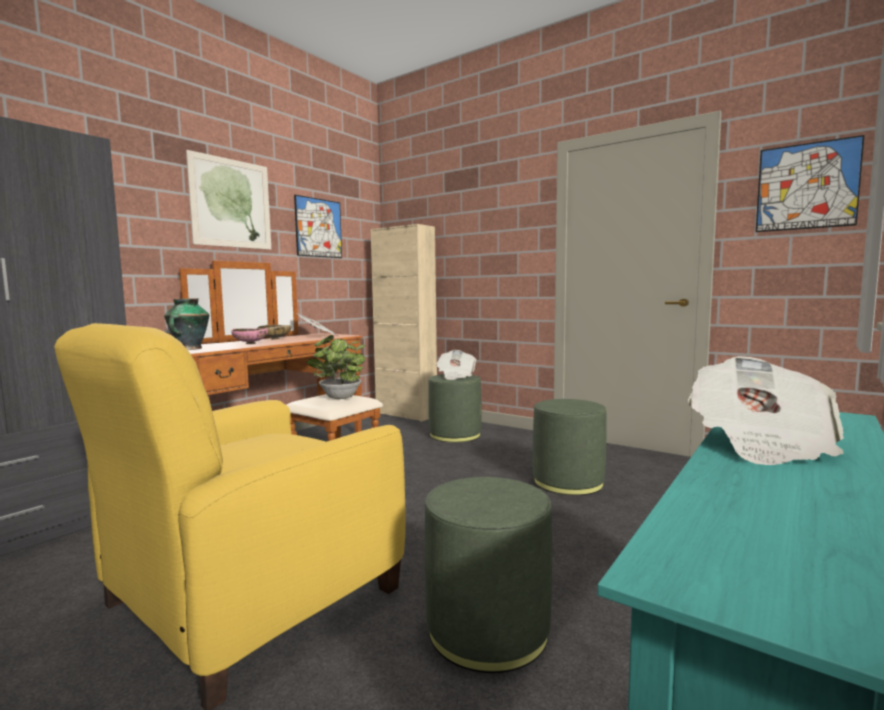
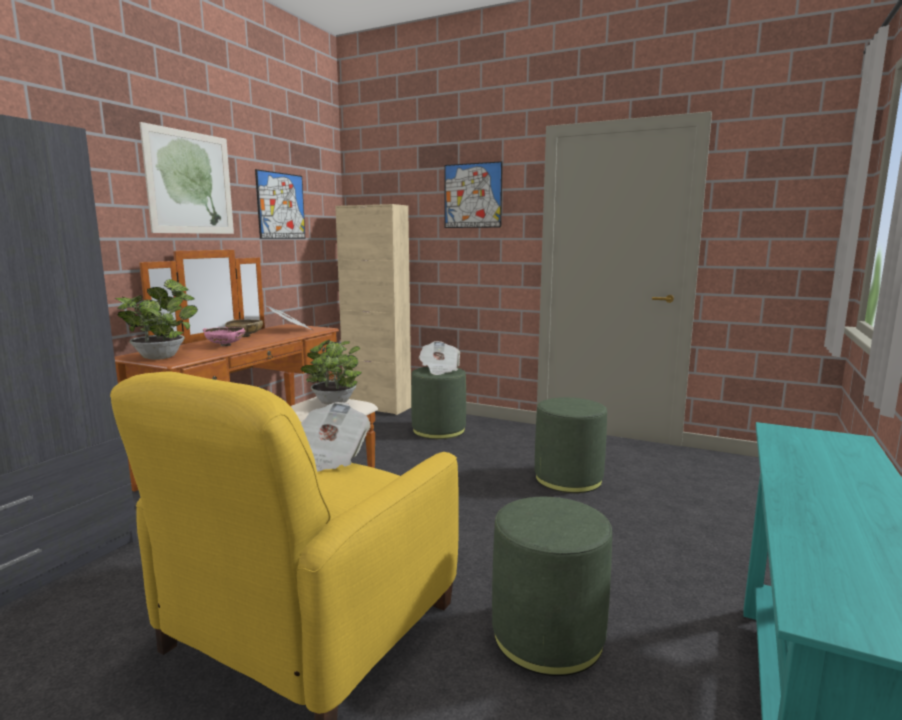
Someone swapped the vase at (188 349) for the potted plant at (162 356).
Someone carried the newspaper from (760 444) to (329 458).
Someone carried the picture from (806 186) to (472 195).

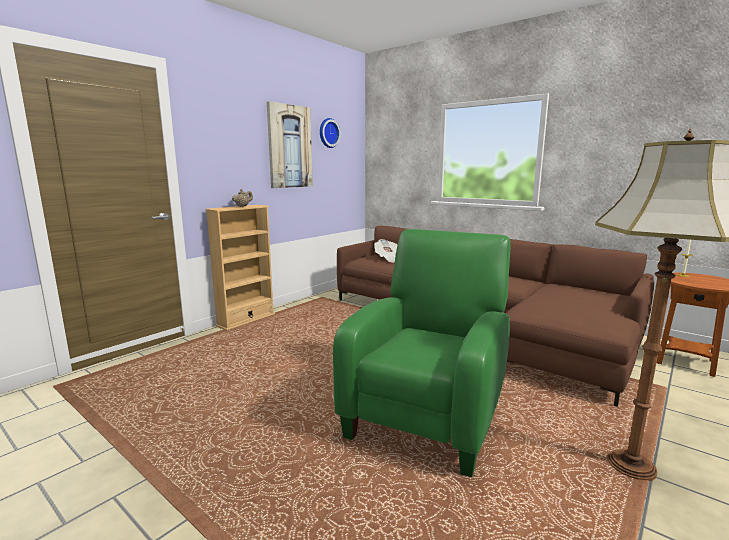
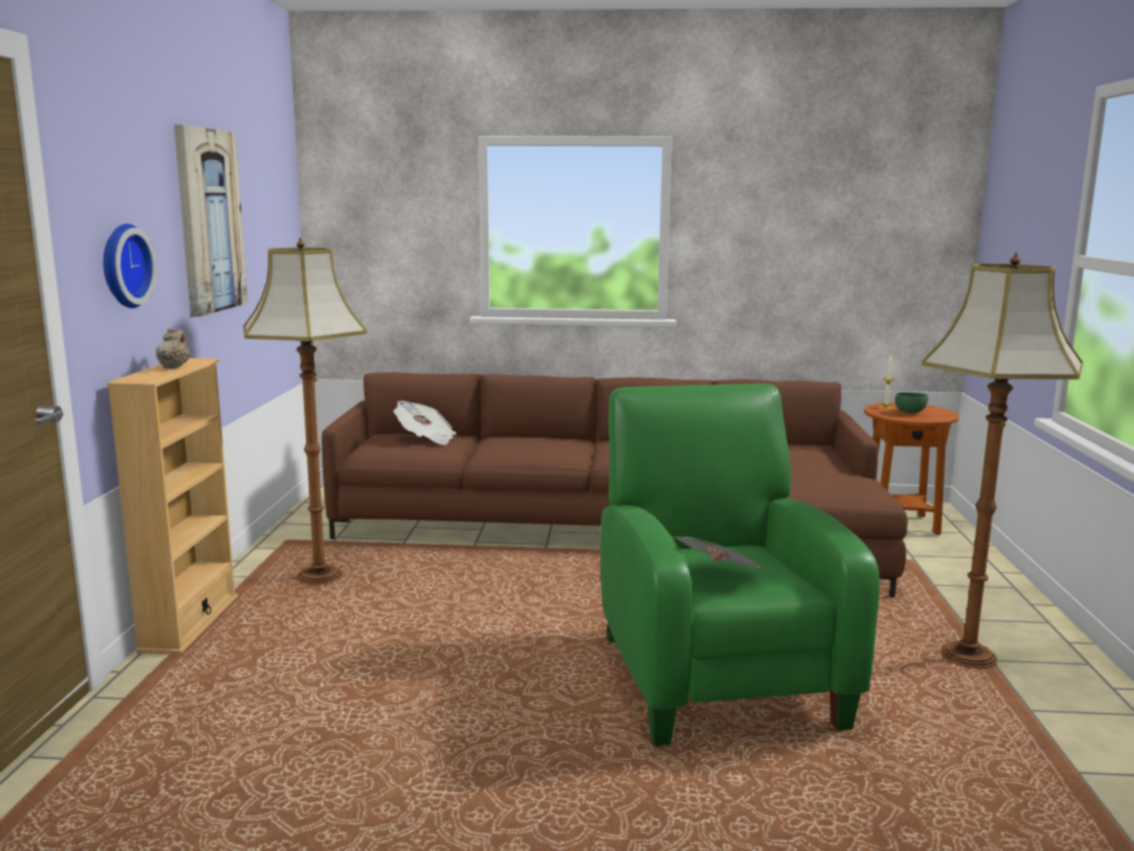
Someone carried the wall clock from (328 133) to (122 266).
Someone put down the floor lamp at (318 577).
Someone put down the newspaper at (718 577).
Someone put down the green bowl at (910 412).

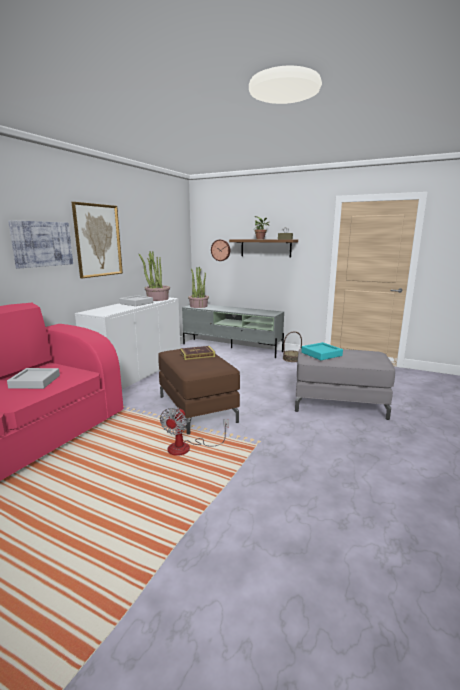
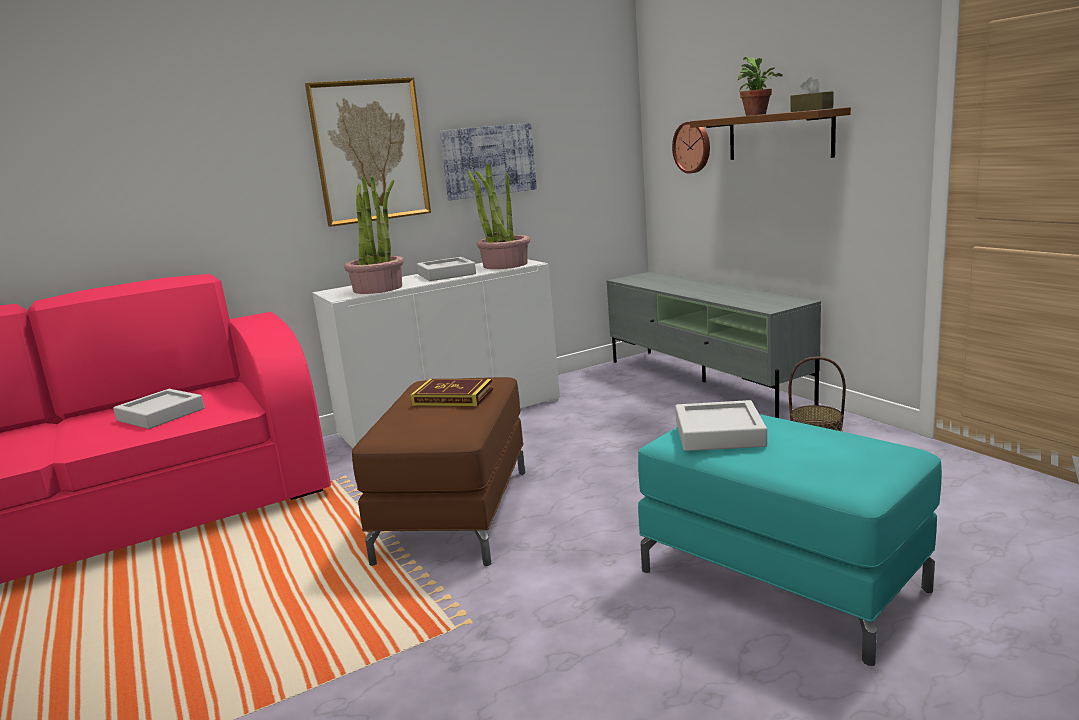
Someone carried the potted plant from (198 306) to (378 288).
Someone carried the picture from (42 244) to (488 161).
Someone repainted the grey ottoman at (339 404), which became the turquoise ottoman at (782 580).
Someone repainted the turquoise tray at (321 354), which became the grey tray at (719 433).
Someone took away the fan at (187 448).

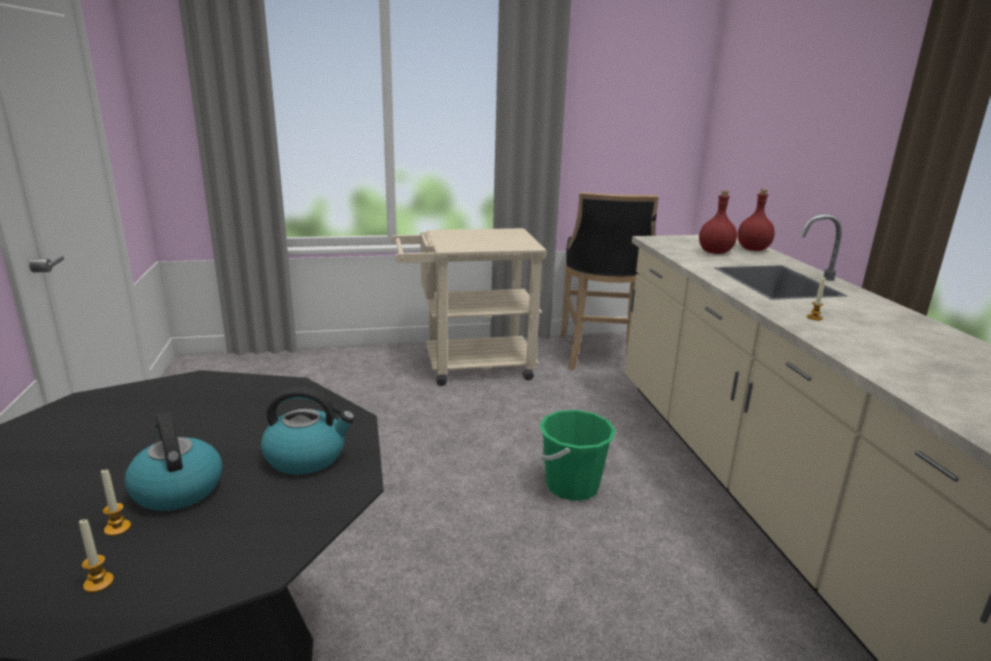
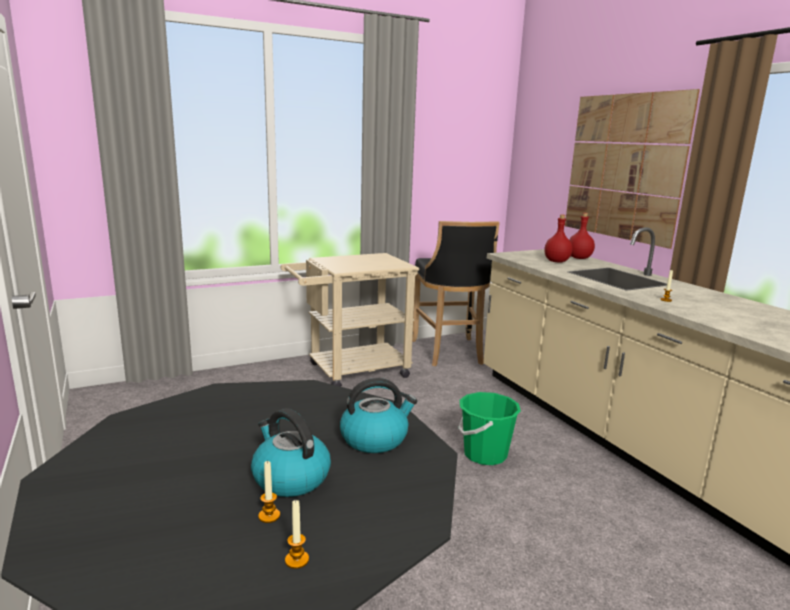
Someone put up the picture at (624 167).

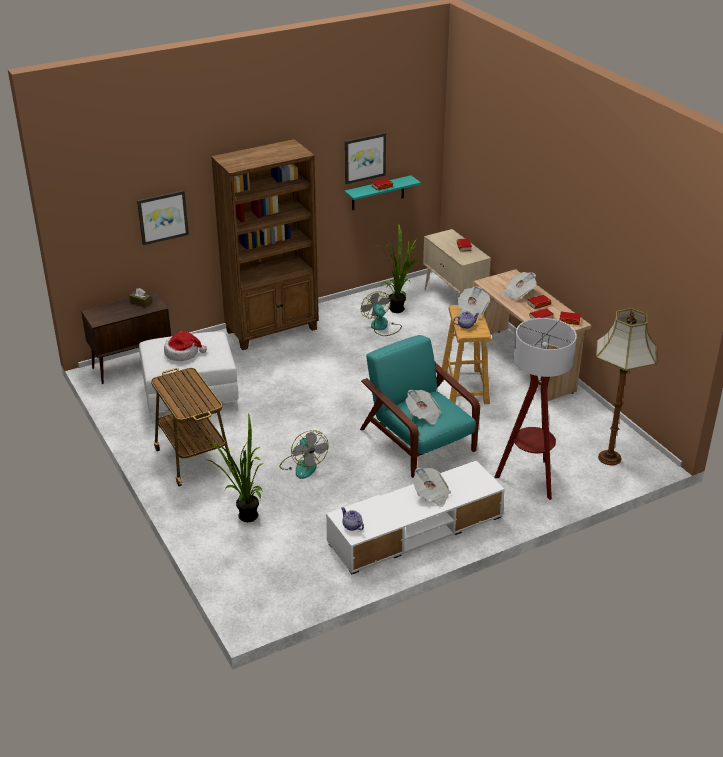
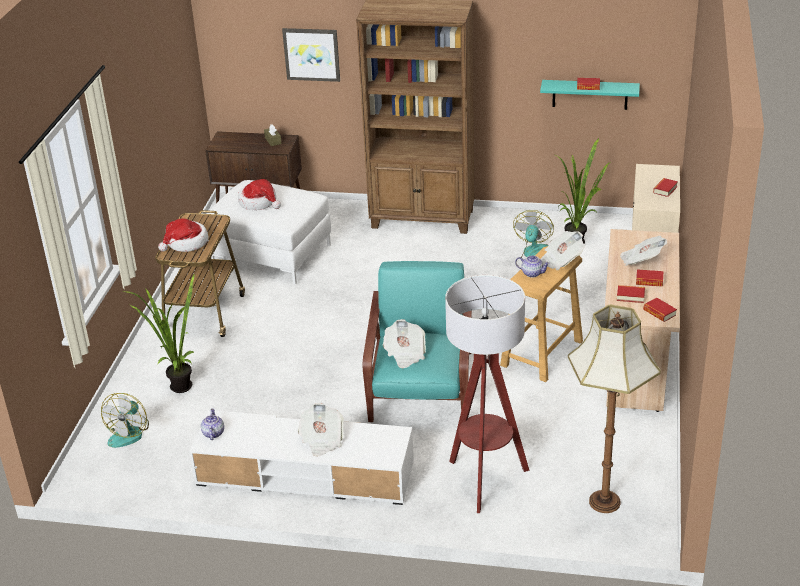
Someone carried the fan from (303 465) to (129 432).
Someone put down the hat at (186 243).
Someone took away the picture at (364 157).

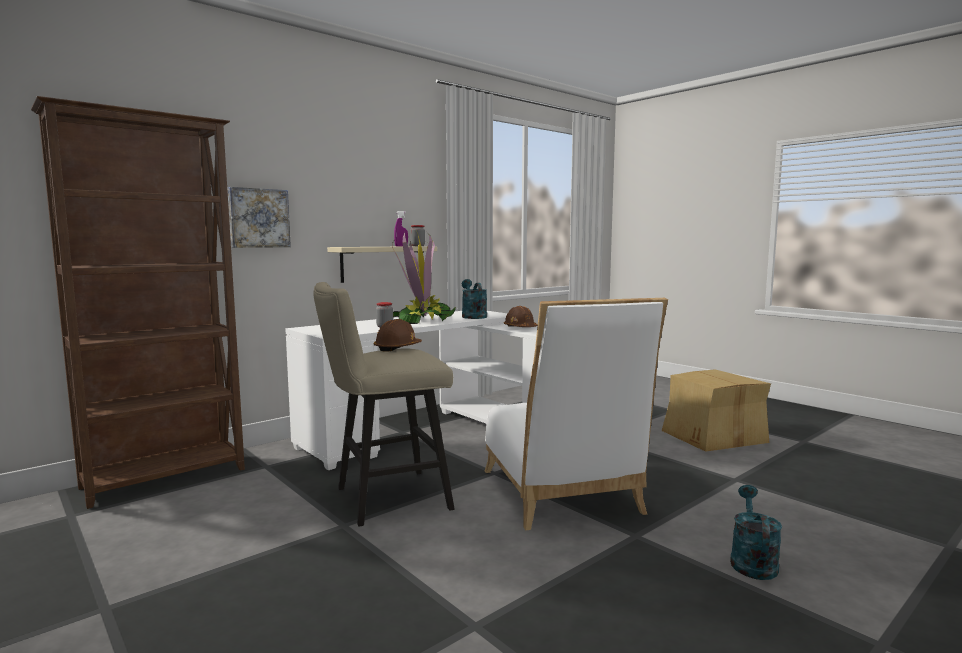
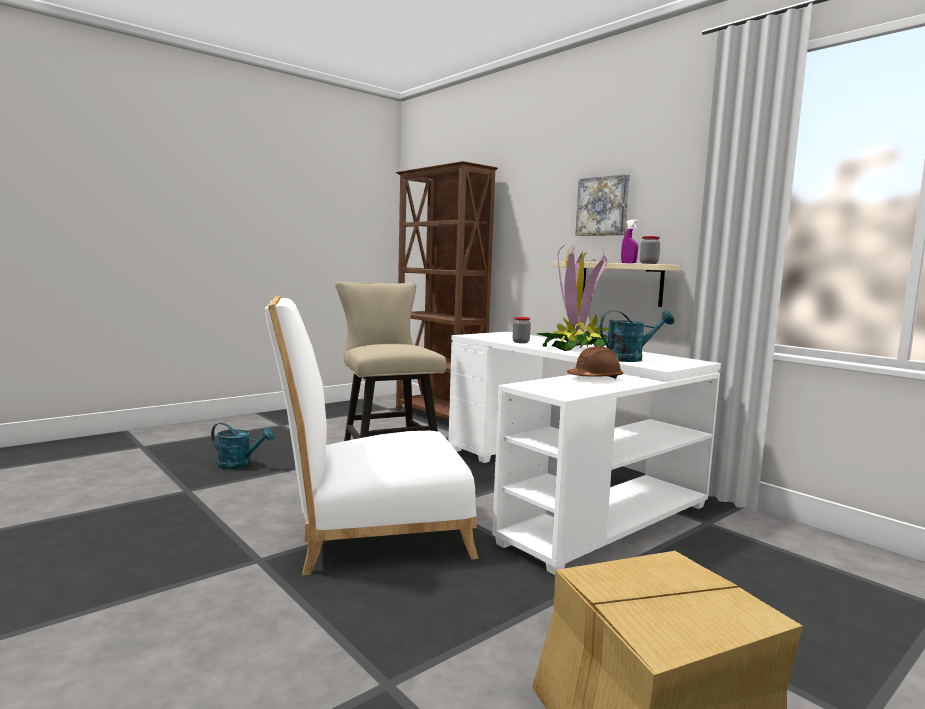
Someone carried the turquoise watering can from (751 561) to (240 465).
Someone carried the picture from (258 218) to (603 206).
Someone took away the brown hard hat at (397 348).

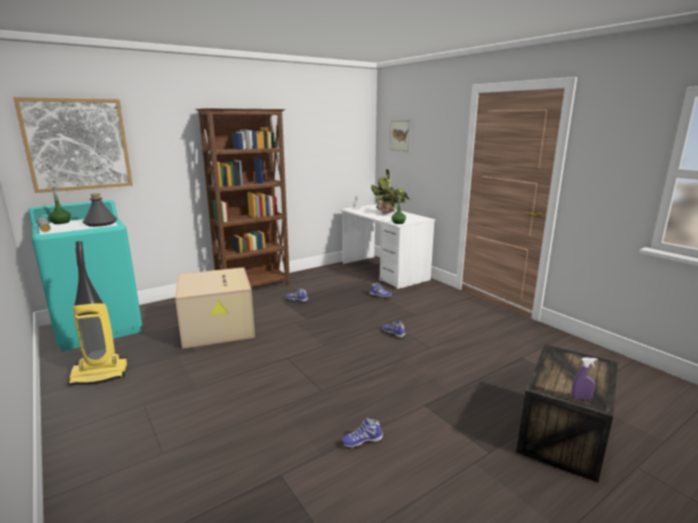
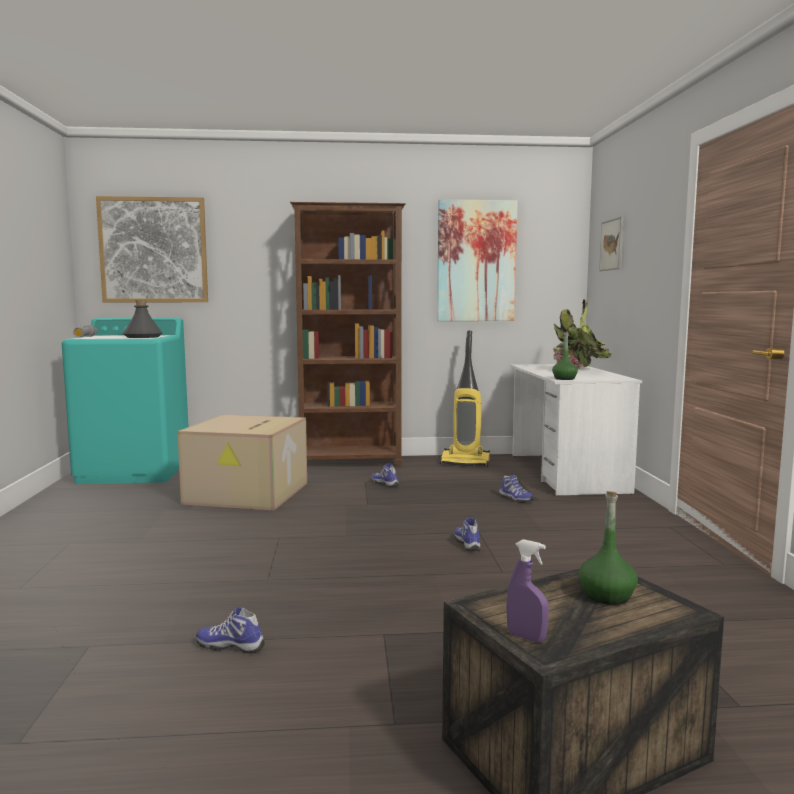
Someone put up the picture at (476 261).
Someone carried the vacuum cleaner from (100 374) to (465 462).
Someone carried the green bottle from (61 222) to (606 595).

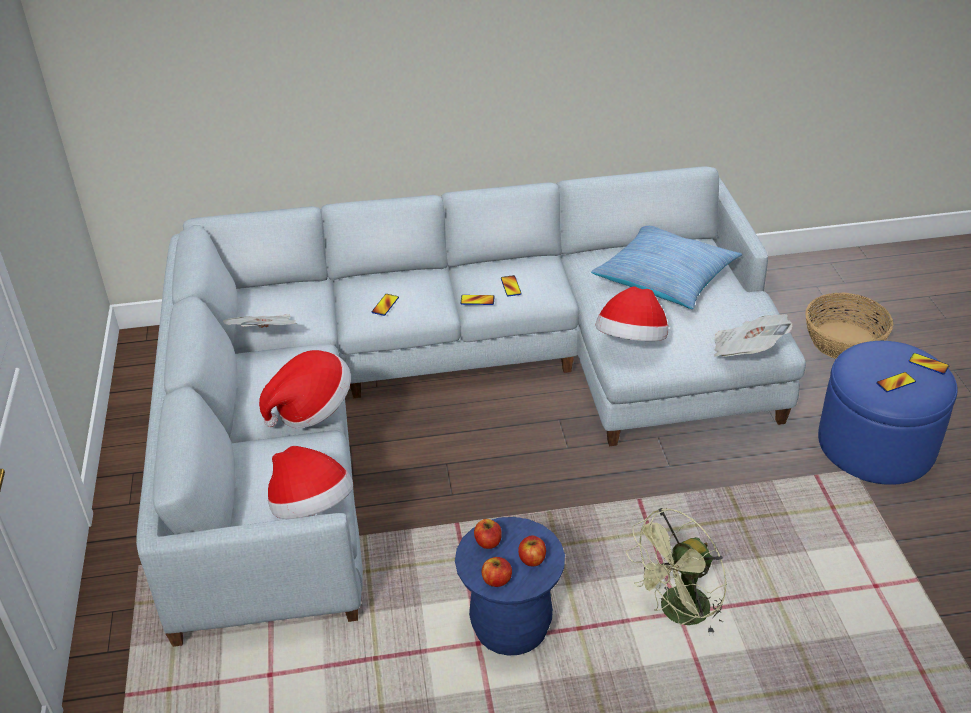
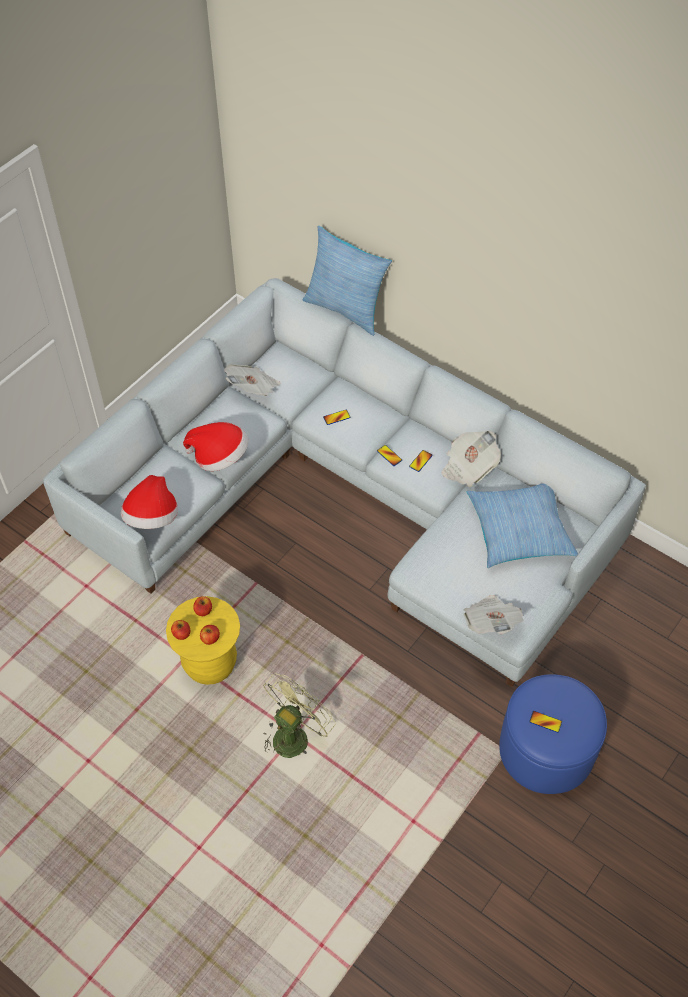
Someone repainted the blue stool at (511 628), which became the yellow stool at (210 664).
Someone rotated the green fan at (678 614) by 120 degrees clockwise.
Someone put down the pillow at (346 309).
Someone put down the newspaper at (468 467).
Someone took away the hat at (631 341).
Someone took away the basket at (844 341).
Someone took away the phone at (928 364).

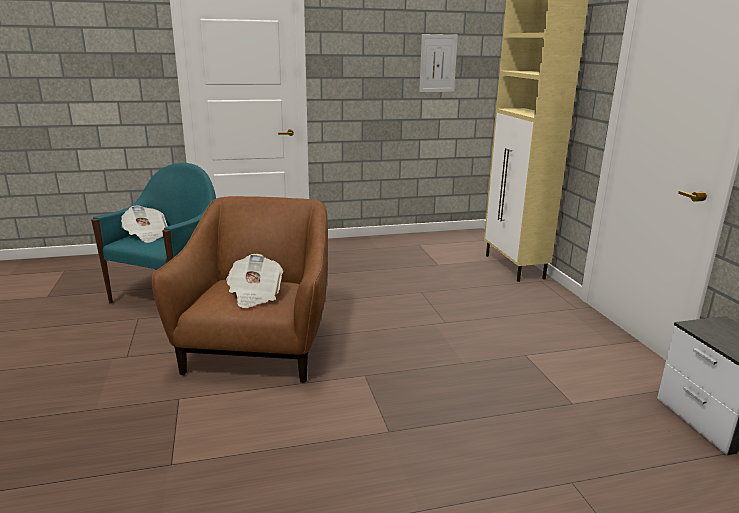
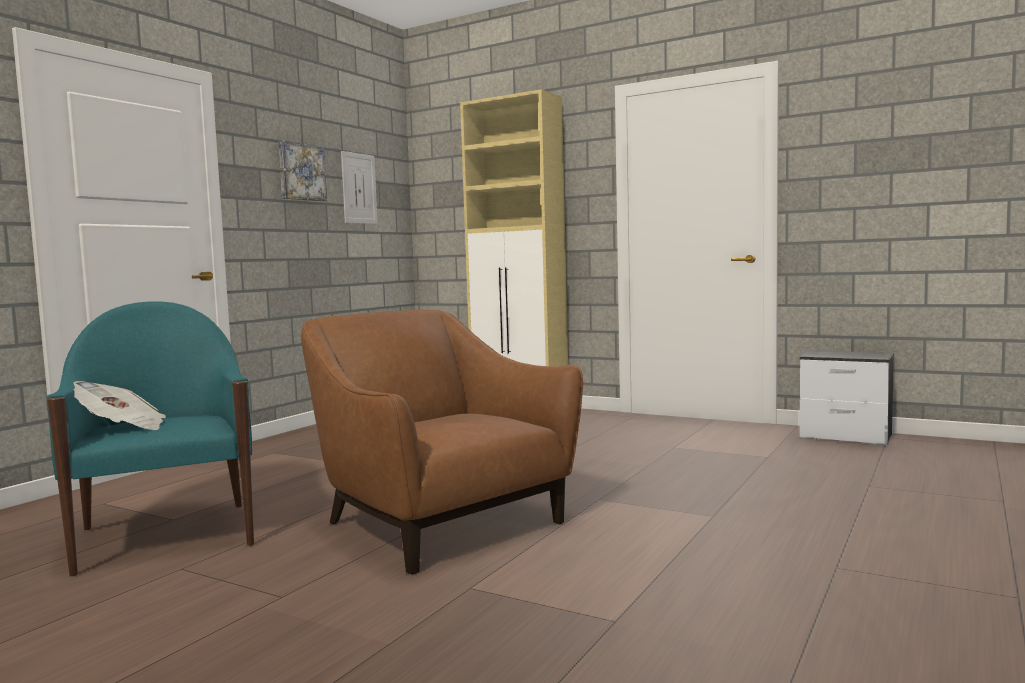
Someone put up the picture at (301 172).
Someone took away the newspaper at (254 295).

